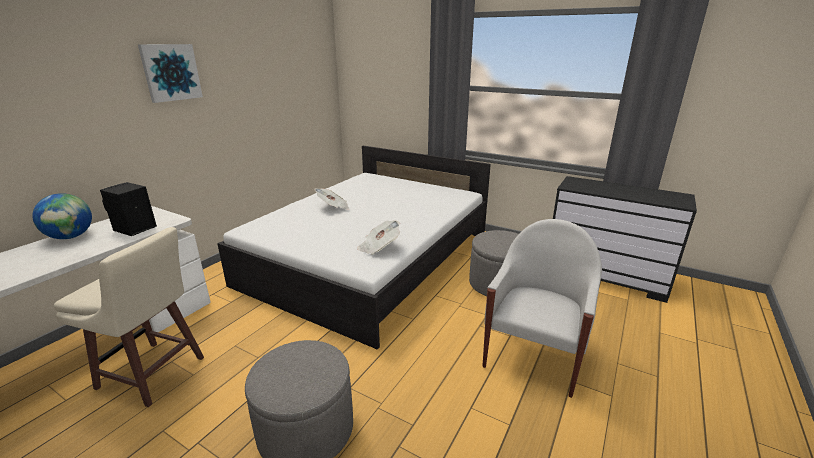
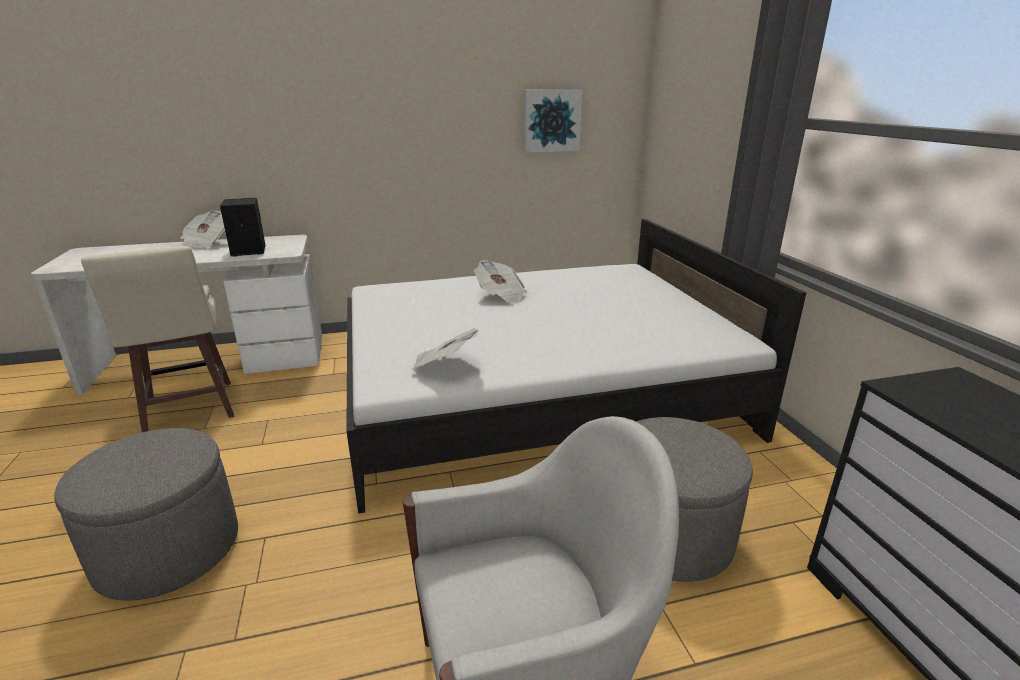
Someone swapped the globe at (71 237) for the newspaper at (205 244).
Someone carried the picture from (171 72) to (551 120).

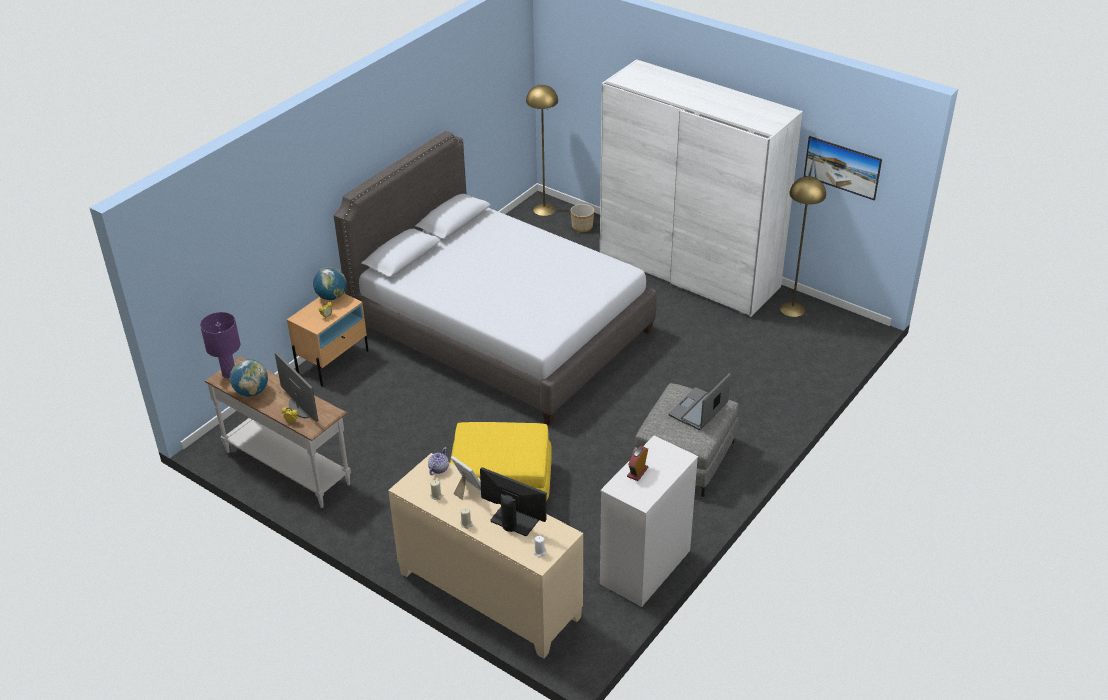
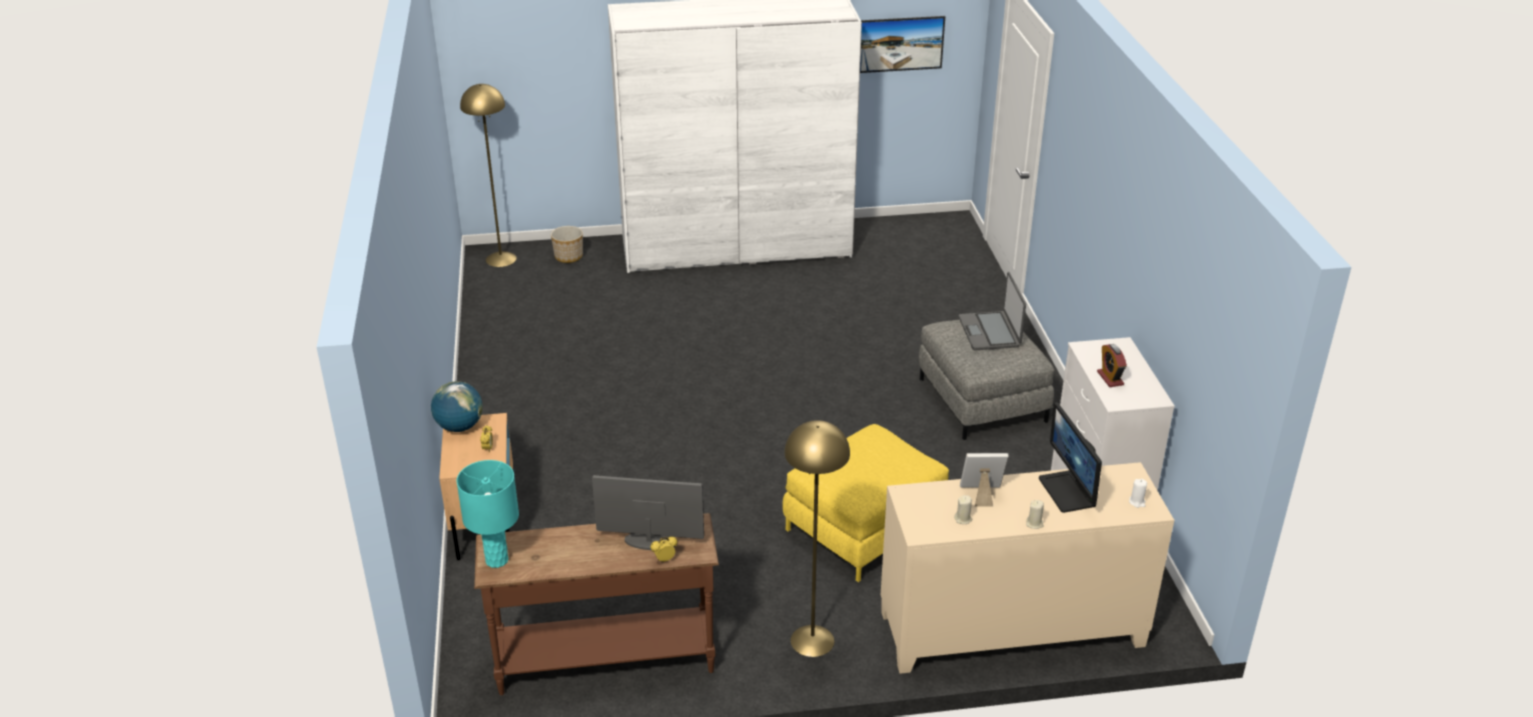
Someone repainted the purple table lamp at (229 373), which became the turquoise table lamp at (496 560).
Someone repainted the white console table at (288 467), which became the brown console table at (605 658).
Someone carried the yellow floor lamp from (792 309) to (812 641).
Someone rotated the monitor at (514 520) by 90 degrees counterclockwise.
Someone took away the globe at (251 392).
Someone took away the grey bed at (501 331).
Someone took away the teapot at (438 469).

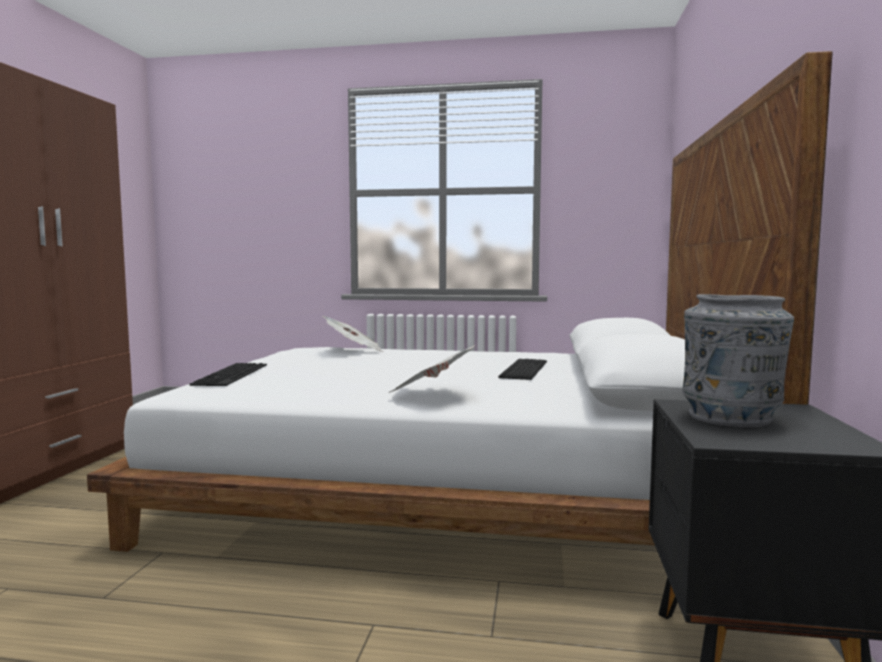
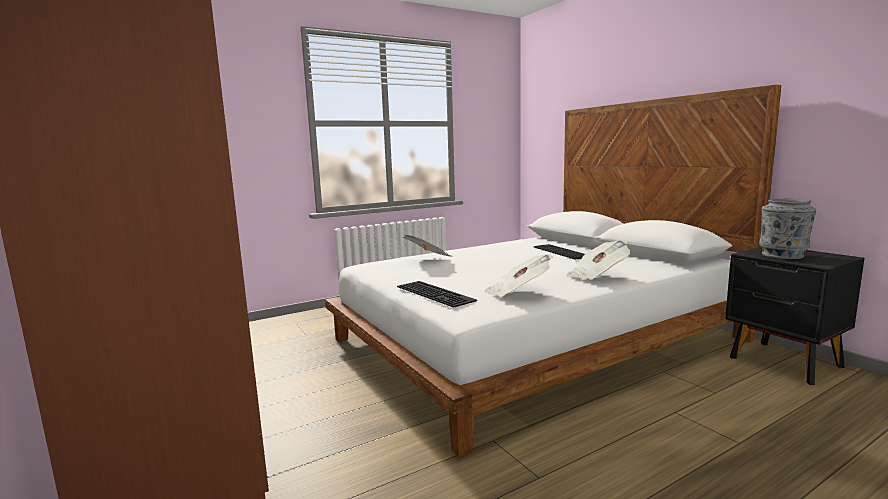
Someone put down the newspaper at (517 292).

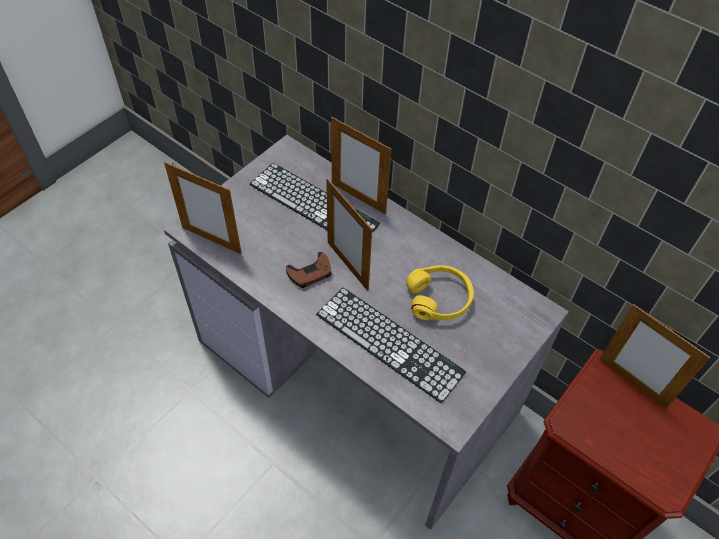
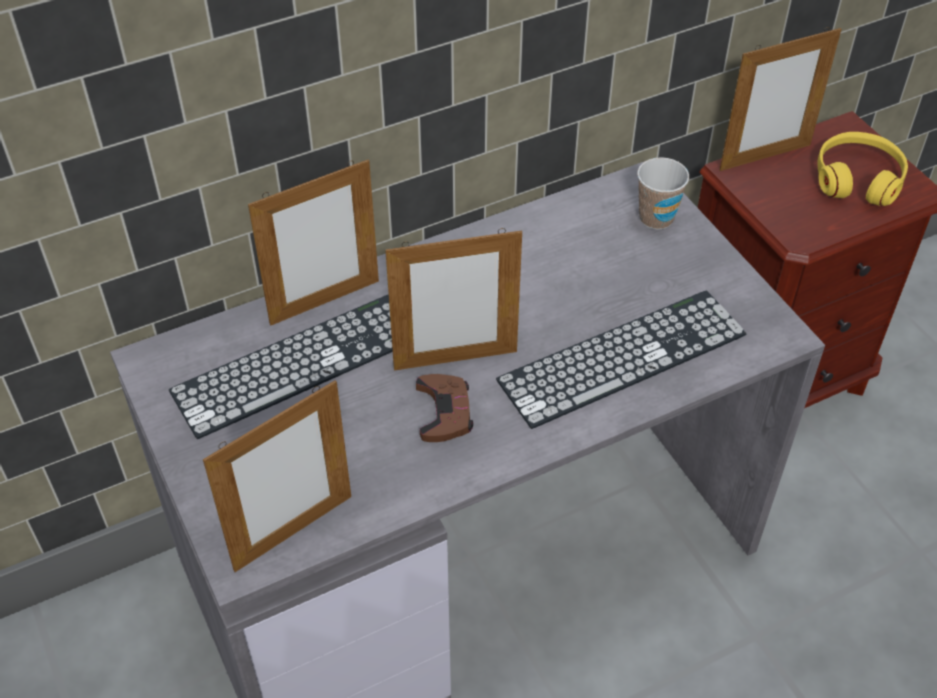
Someone put down the cup at (656 218).
Someone carried the yellow headphones from (439 298) to (858 178).

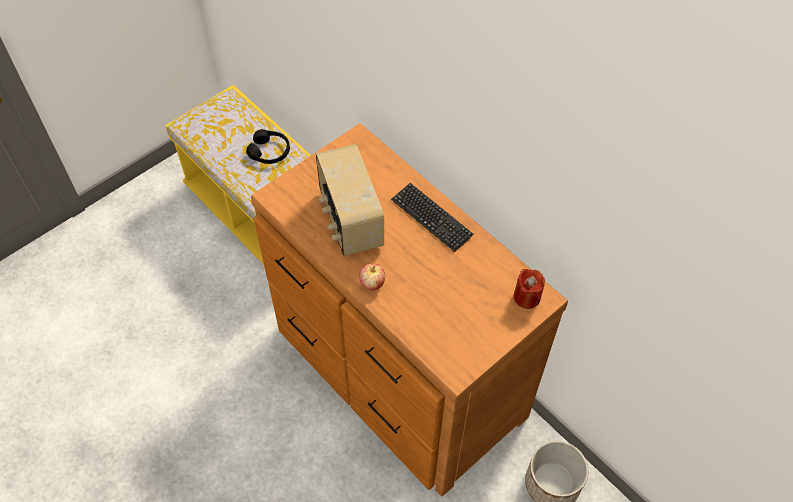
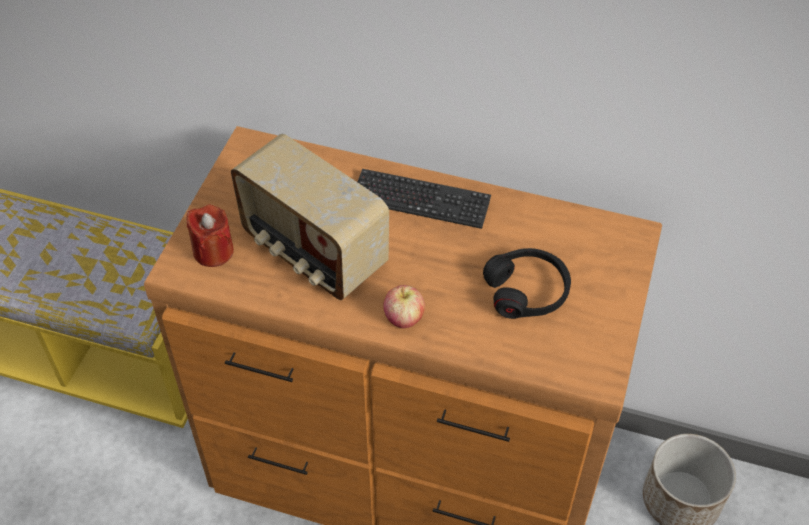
Someone carried the red candle from (527 297) to (213 251).
Someone carried the black headphones from (270 151) to (527 291).

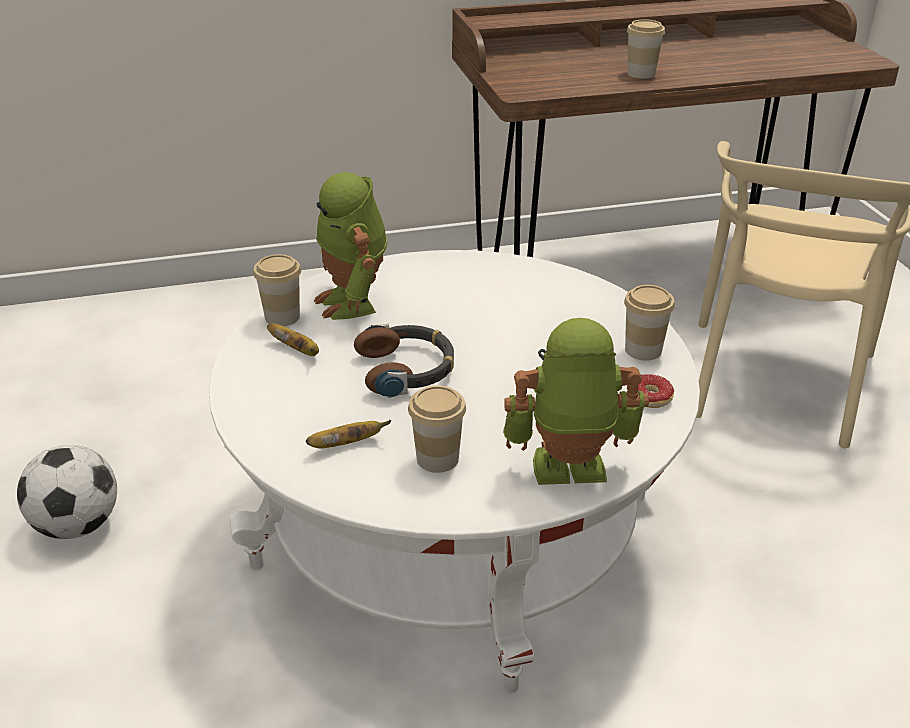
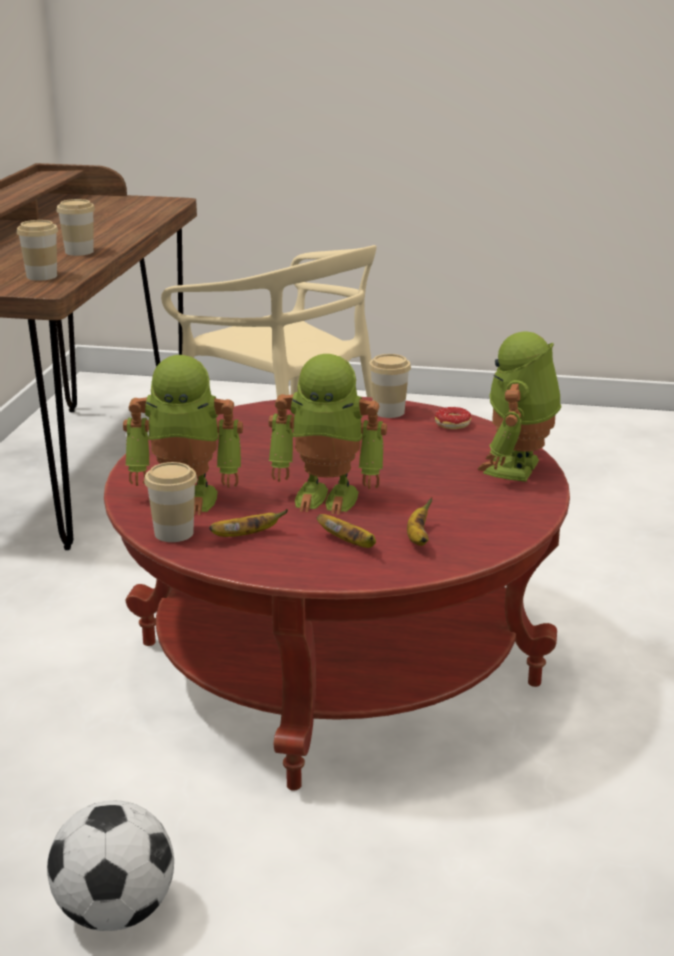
Someone carried the cup from (437 459) to (41 276).
Someone repainted the white coffee table at (454 530), which became the red coffee table at (337 662).
Someone swapped the headphones at (407 369) for the toy robot at (328 496).
Someone put down the banana at (350 543).

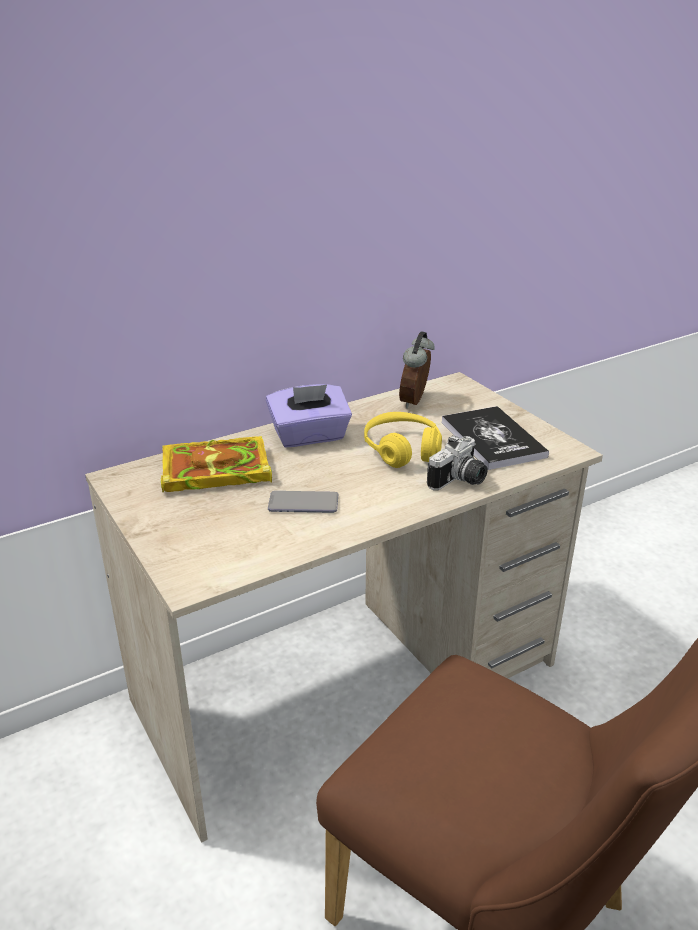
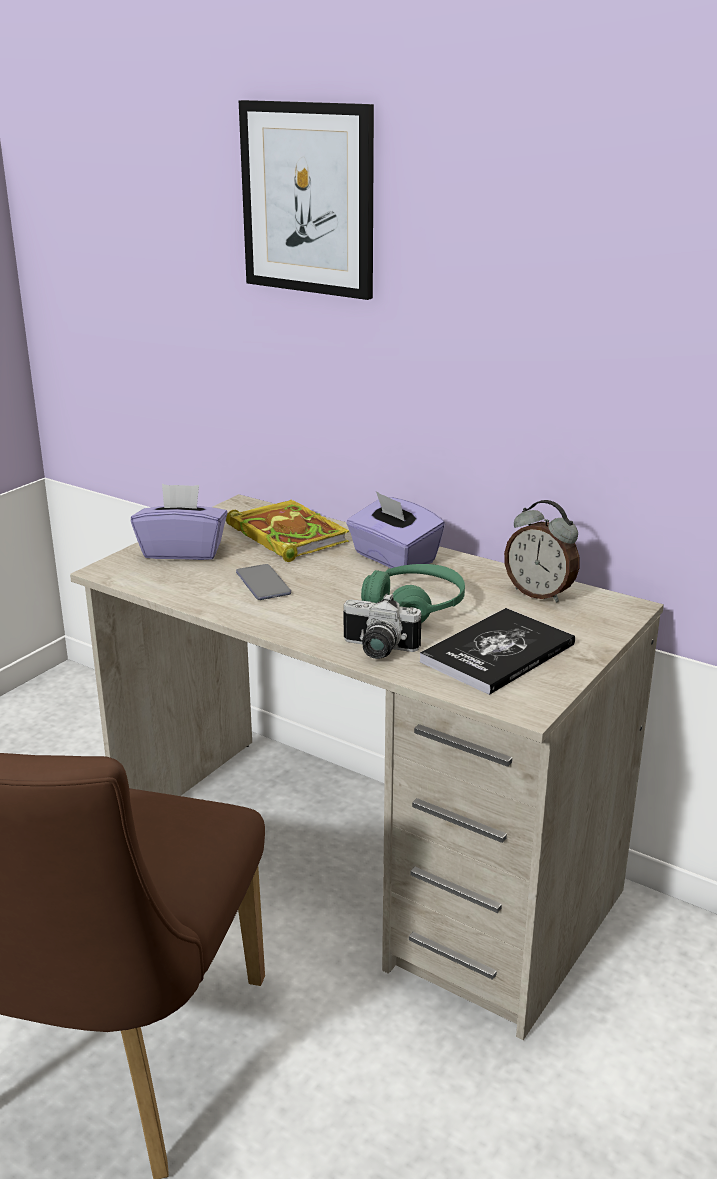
Someone put down the purple tissue box at (183 551).
Someone put up the picture at (308 199).
Someone repainted the yellow headphones at (402 450), which became the green headphones at (414 607).
Someone rotated the alarm clock at (416 402) by 135 degrees counterclockwise.

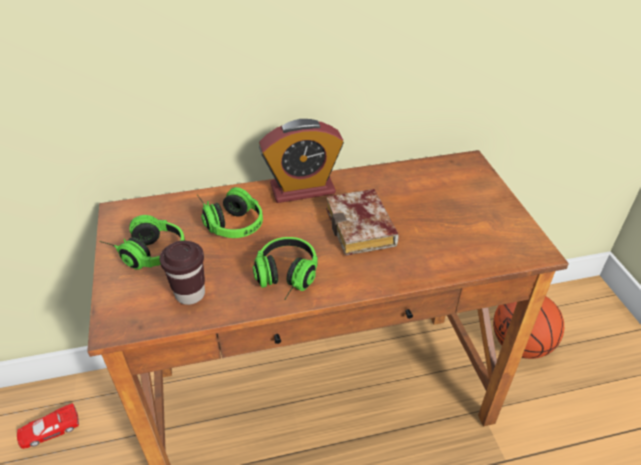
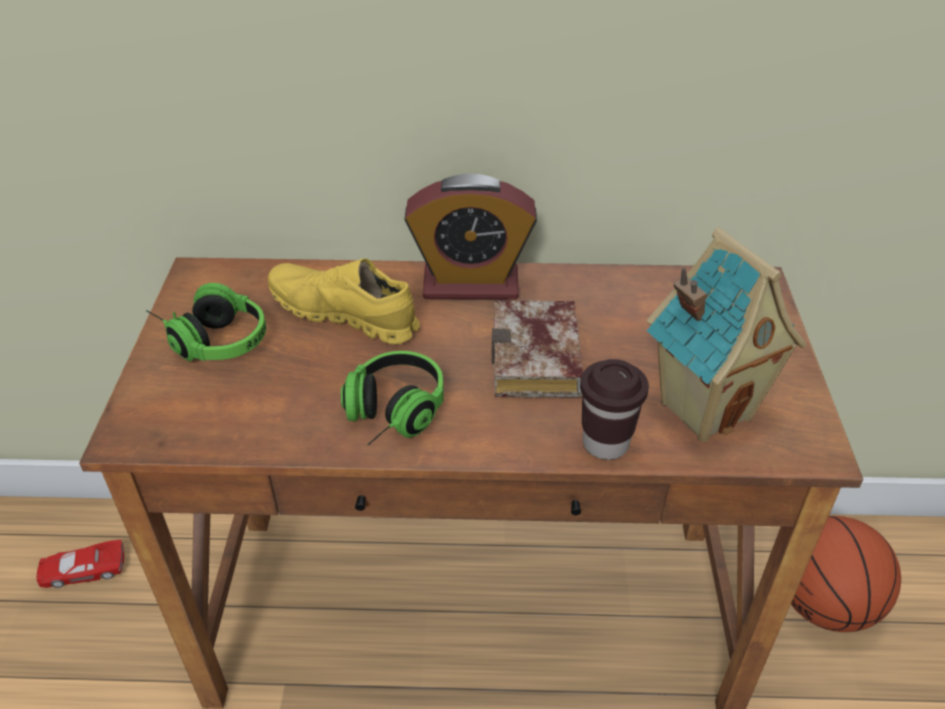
Someone swapped the headphones at (229 221) for the yellow shoe at (344 315).
Someone carried the brown cup from (190 294) to (605 443).
Someone put down the toy house at (704 408).

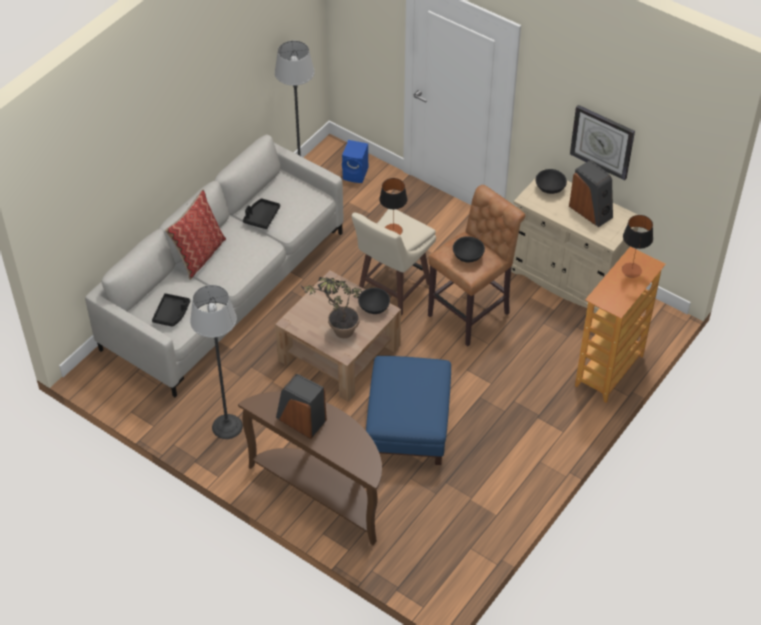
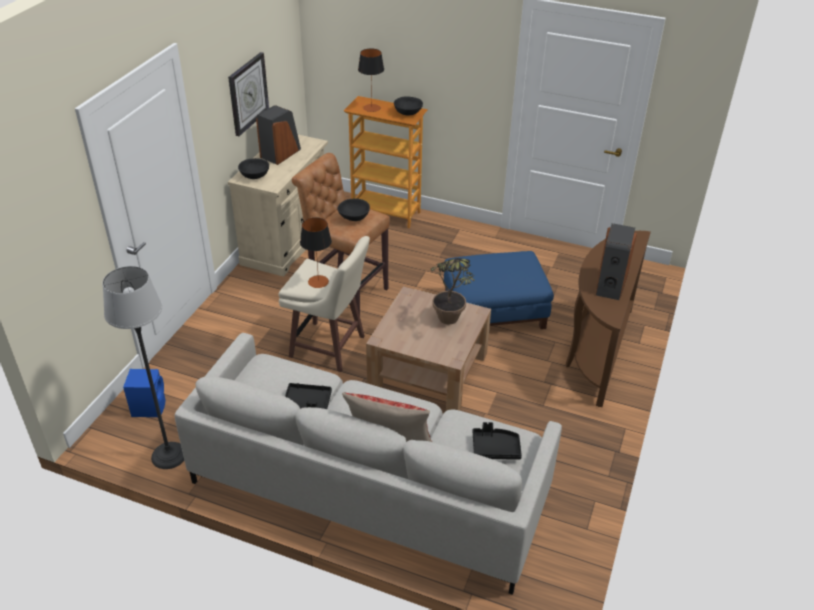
Someone carried the black bowl from (374 307) to (408 113).
Someone took away the floor lamp at (227 426).

